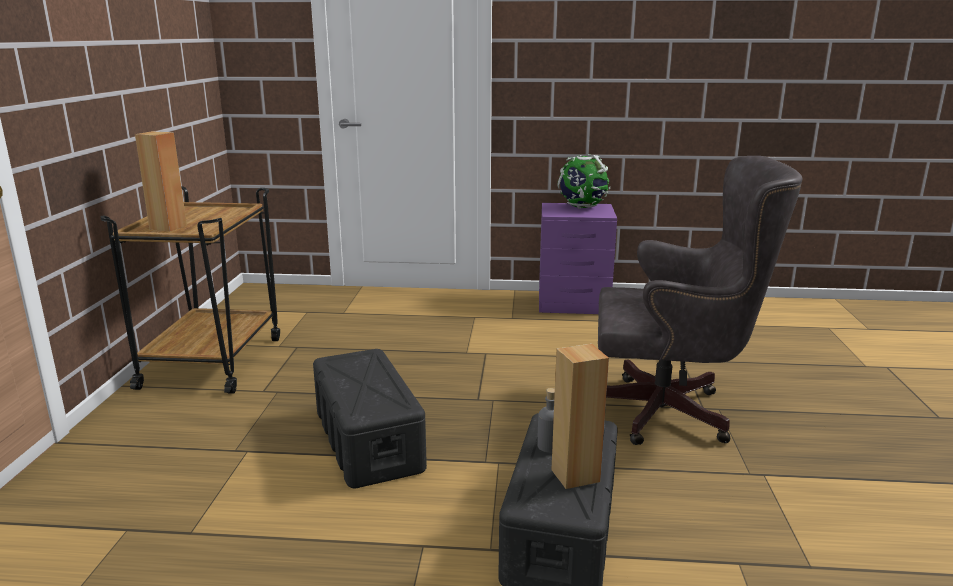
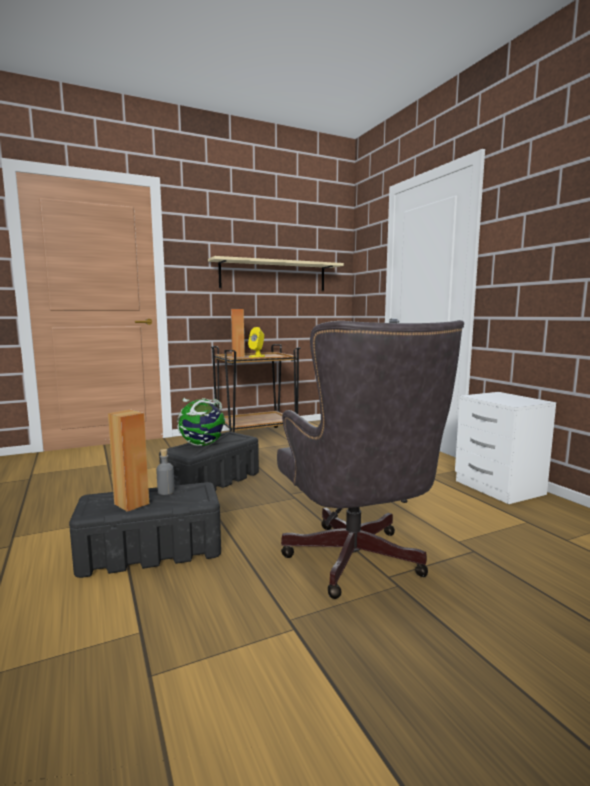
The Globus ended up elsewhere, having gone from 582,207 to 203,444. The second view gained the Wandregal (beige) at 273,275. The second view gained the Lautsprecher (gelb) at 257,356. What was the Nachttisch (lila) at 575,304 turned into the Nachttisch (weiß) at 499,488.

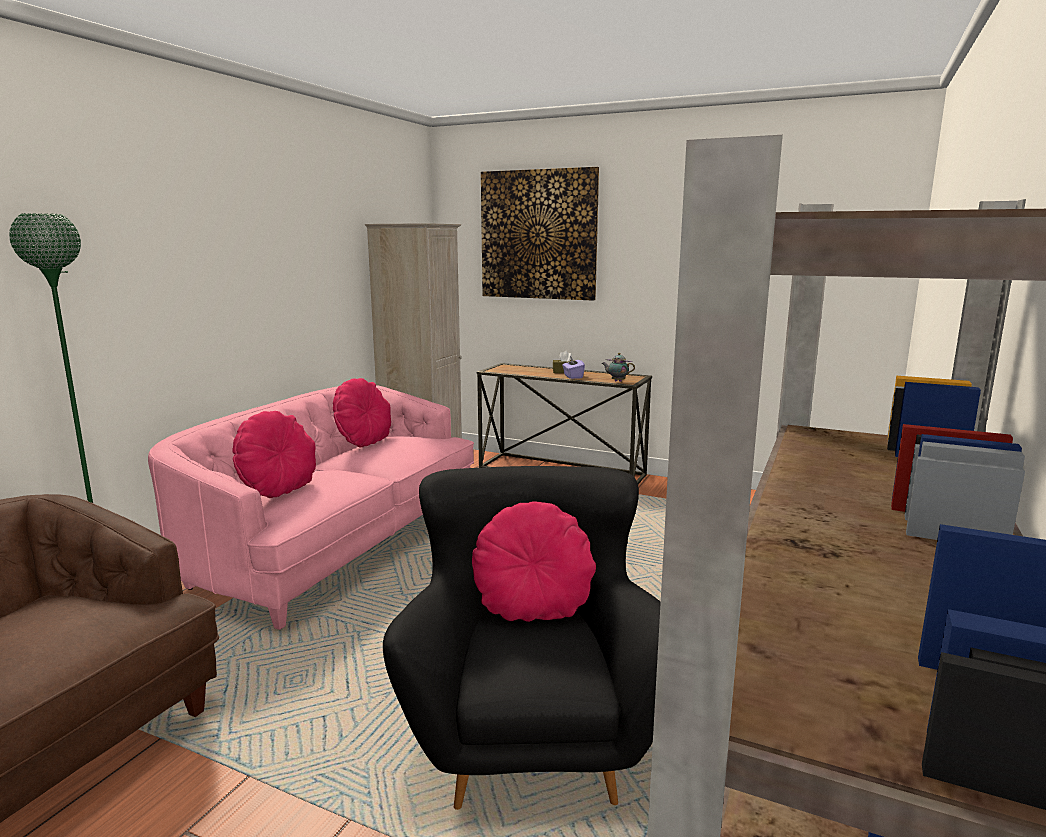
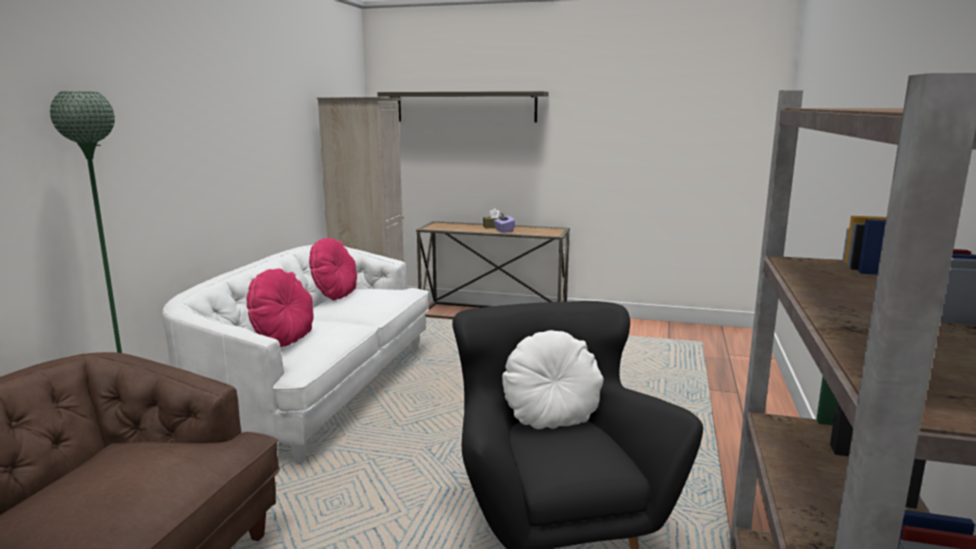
What was the Sofa (rosa) at 337,546 turned into the Sofa (weiß) at 319,390. Where the Bild hung at 538,235, the Wandregal came to hang at 465,107. What was the Kissen (rosa) at 533,611 turned into the Kissen (weiß) at 551,421. The second view lost the Teekanne at 617,381.

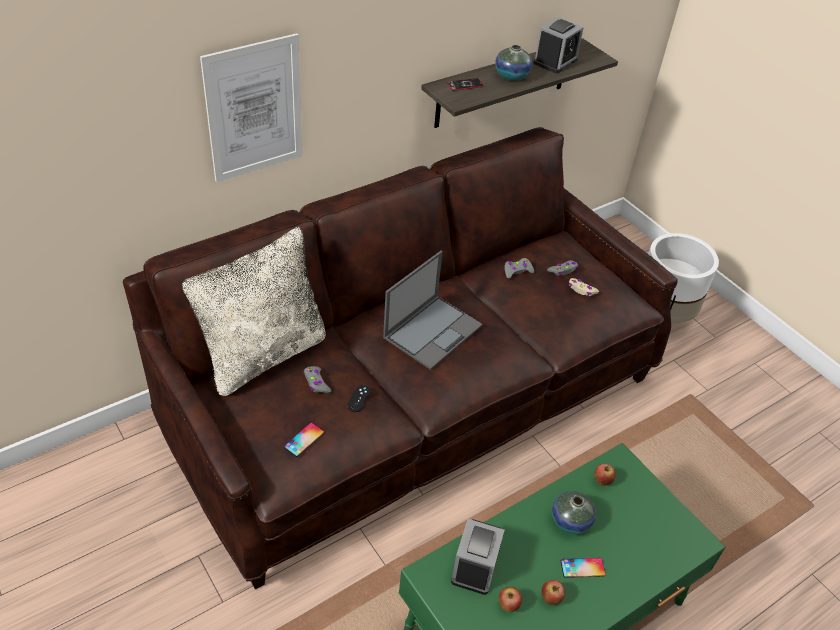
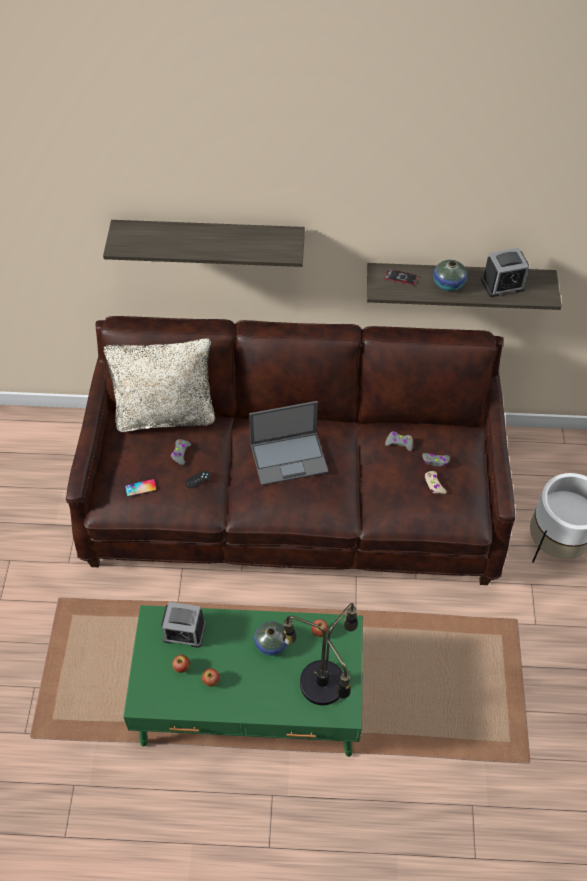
Where the Bild hung at 254,109, the Wandregal came to hang at 209,241. The Wecker at 475,566 ended up facing another way, 135 degrees counterclockwise from before. The second view gained the Tischlampe at 323,683. The second view lost the Handy at 582,568.

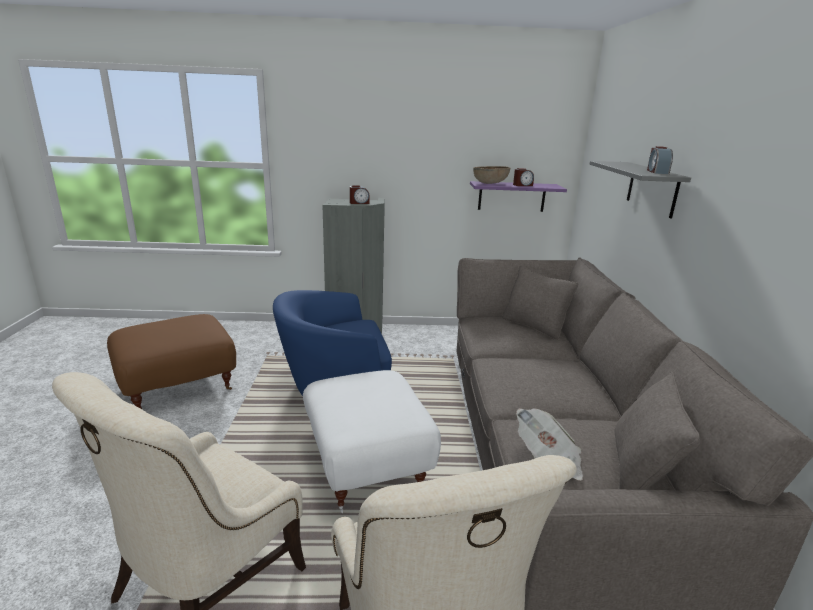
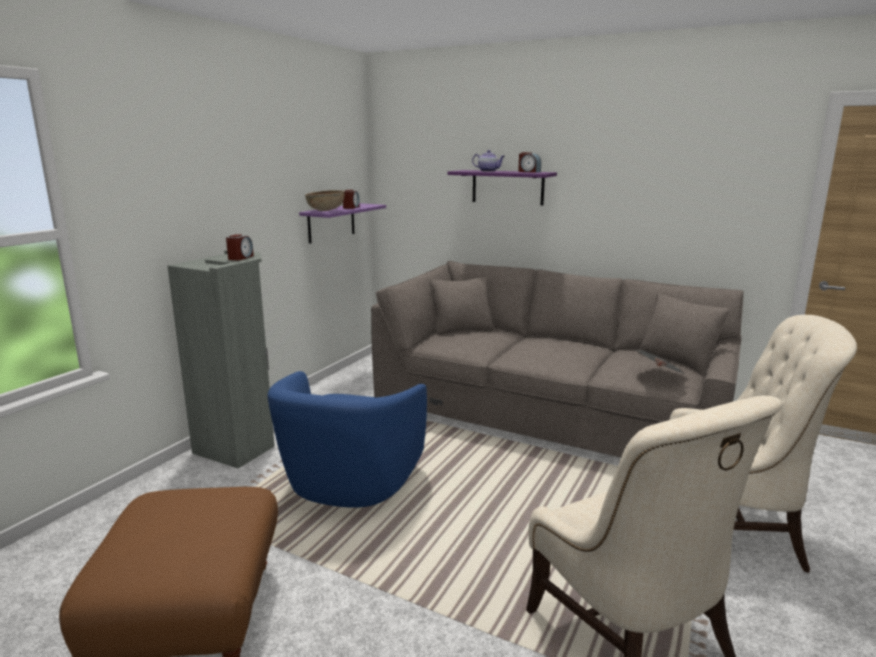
What was the Wandregal (grau) at 652,189 turned into the Wandregal (lila) at 507,187. The second view gained the Teekanne at 488,171. The second view lost the Polsterhocker (weiß) at 368,465.

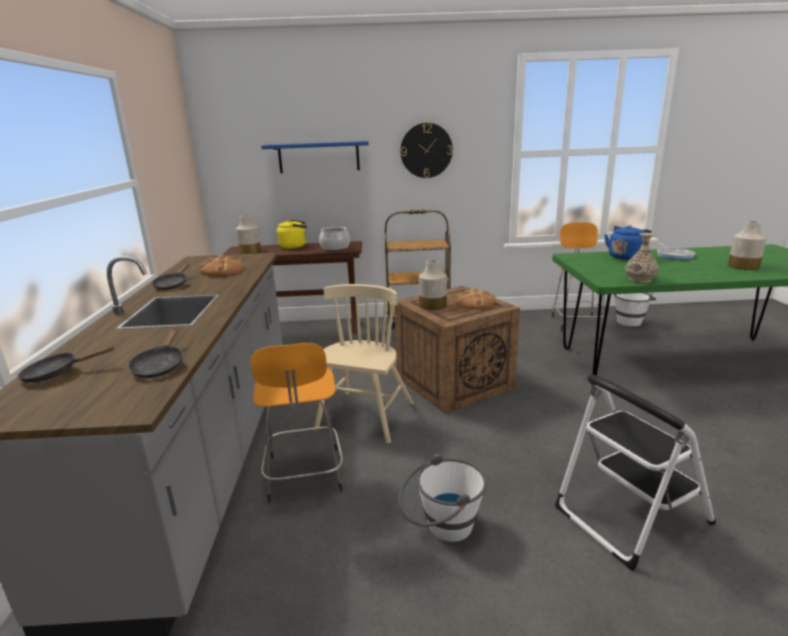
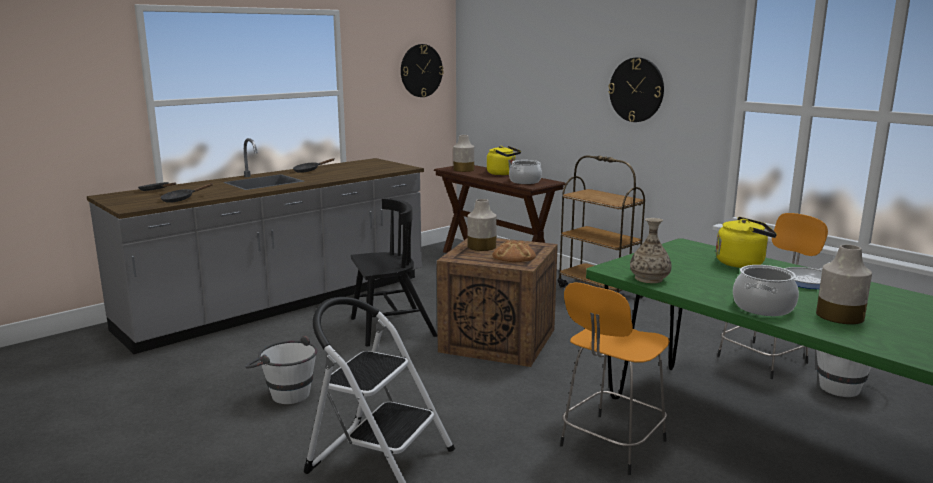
What was the Stuhl (beige) at 363,419 turned into the Stuhl (schwarz) at 387,328. The second view gained the Wanduhr at 421,70. The Hocker (orange) ended up elsewhere, having gone from 304,476 to 611,445. What was the Wasserkessel (blau) at 625,257 turned into the Wasserkessel (gelb) at 743,263. The second view gained the Kochtopf at 763,307. The second view lost the Brot at 223,271. The second view lost the Wandregal (blau) at 319,157.

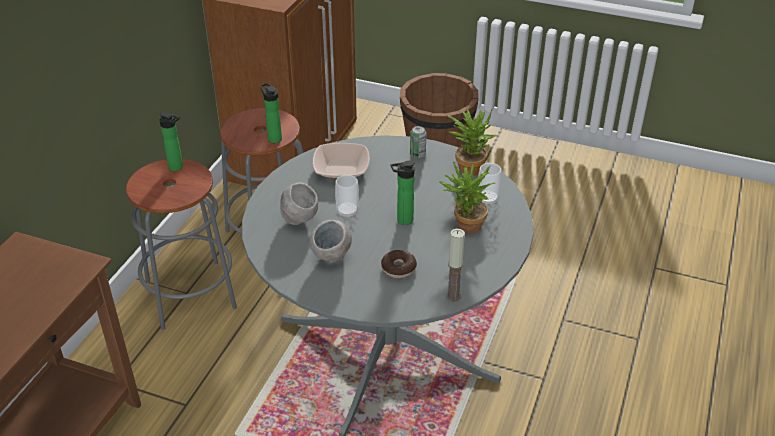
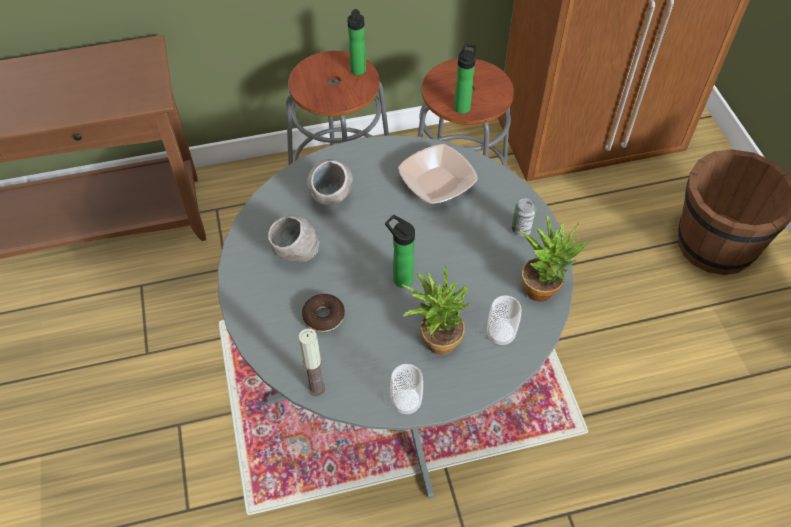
The Tasse ended up elsewhere, having gone from 347,212 to 406,402.

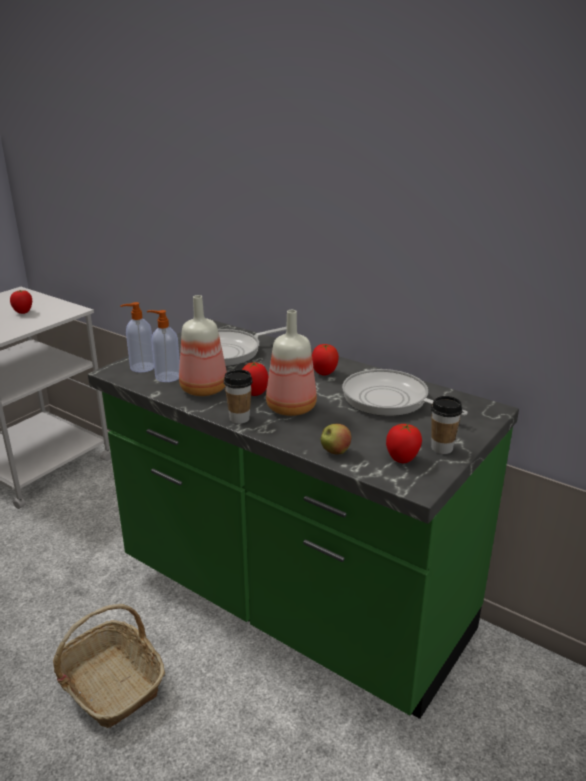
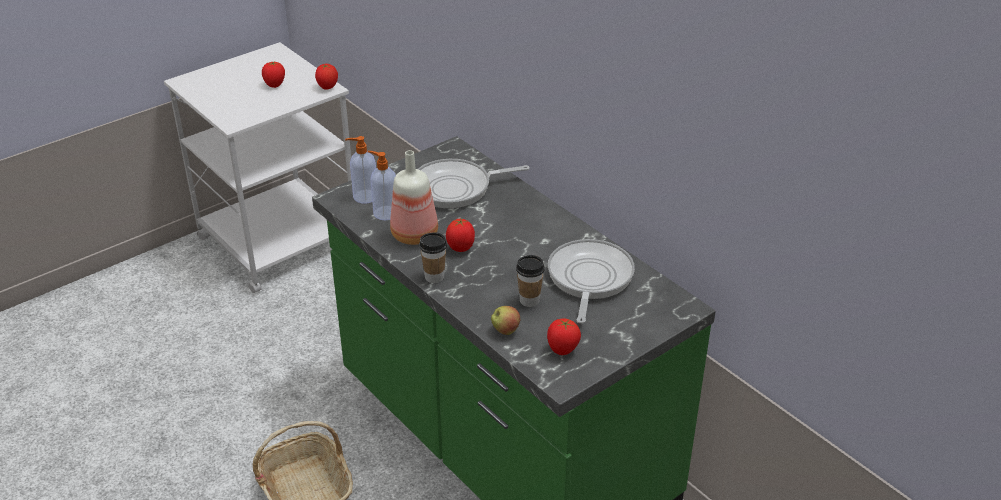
The Tomate ended up elsewhere, having gone from 324,373 to 327,88. The Tasse ended up elsewhere, having gone from 442,448 to 529,300. The Pfanne at 389,400 ended up facing another way, 45 degrees clockwise from before. The second view lost the Flasche at 290,409.

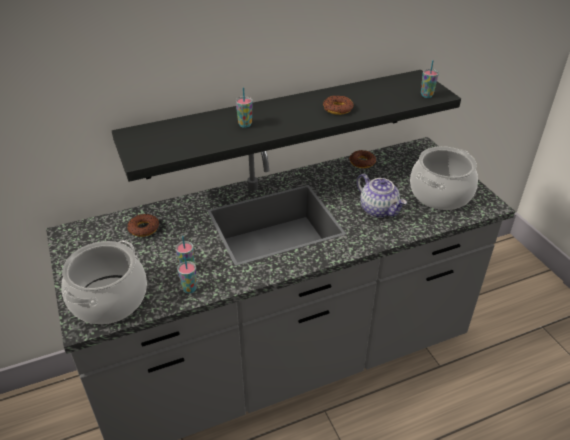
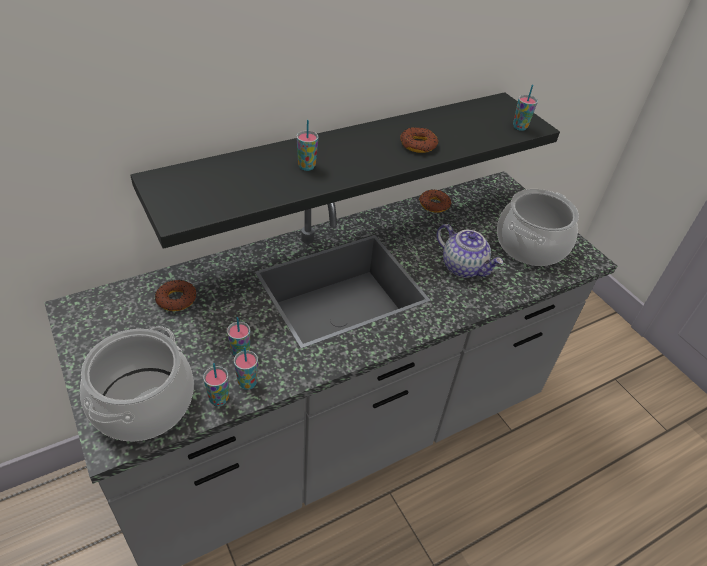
The second view gained the Tasse at 219,399.

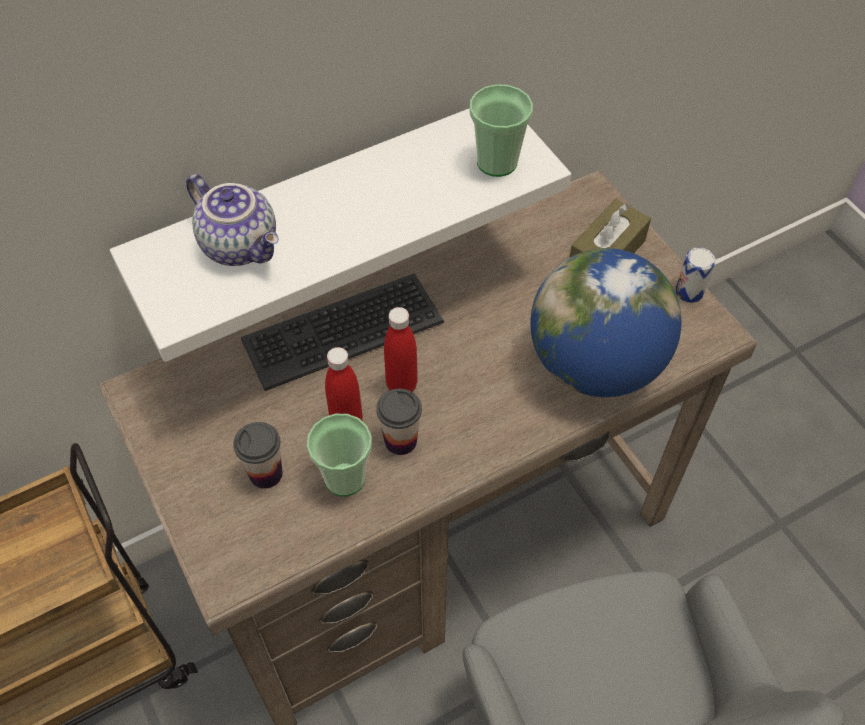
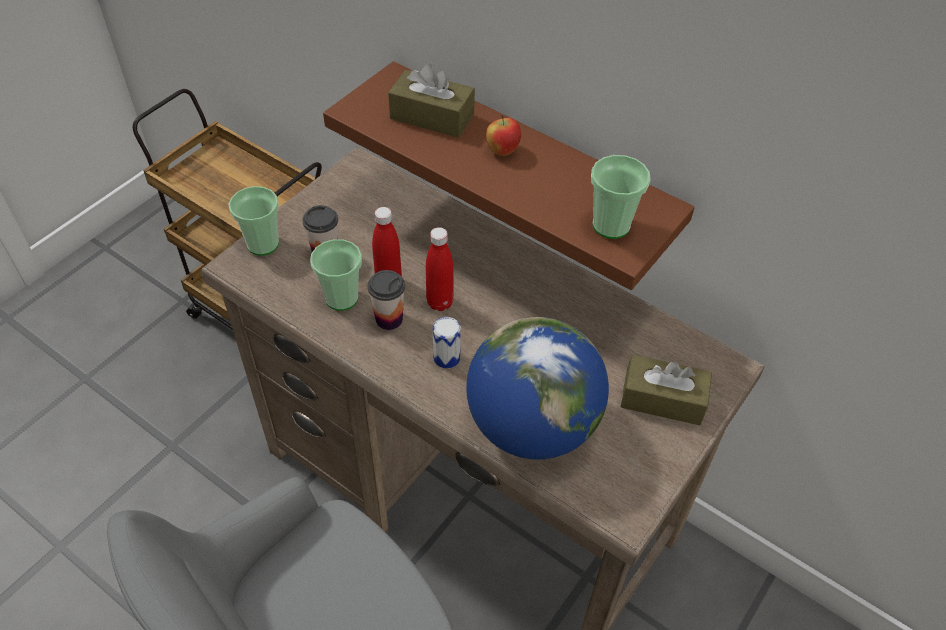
The second view gained the Tasse at 263,244. What was the Wandregal (weiß) at 322,207 turned into the Wandregal (braun) at 529,165. Where the Teekanne stood at 242,245, the Taschentuchbox (braun) came to stand at 432,117. The Dose ended up elsewhere, having gone from 689,292 to 446,358. The second view gained the Apfel at 502,151. The second view lost the Tastatur at 342,330.

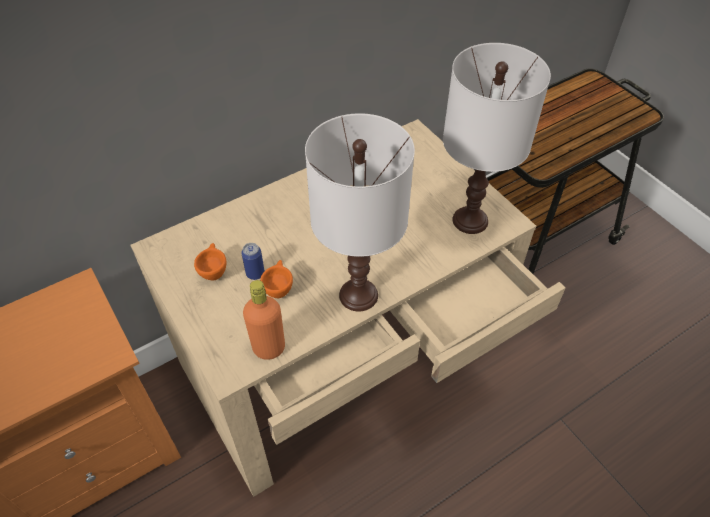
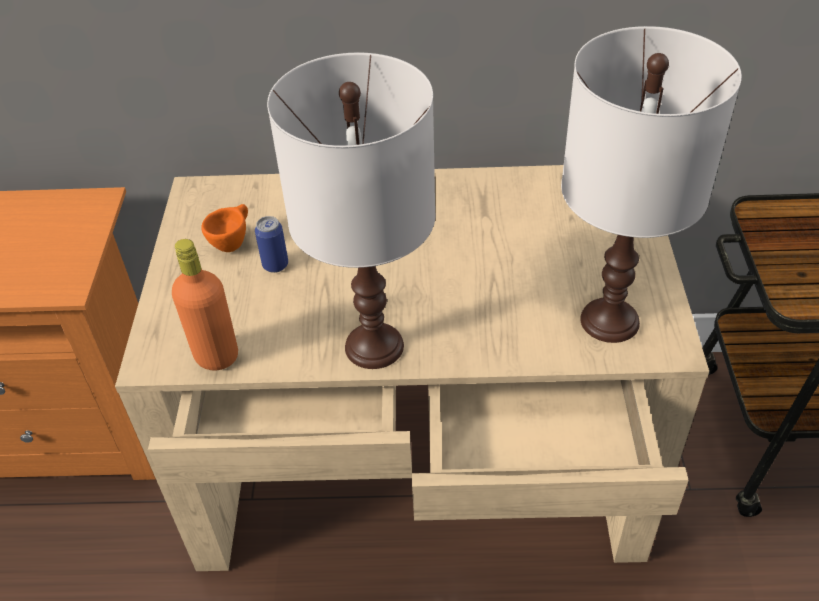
The second view lost the Tasse (orange) at 278,289.

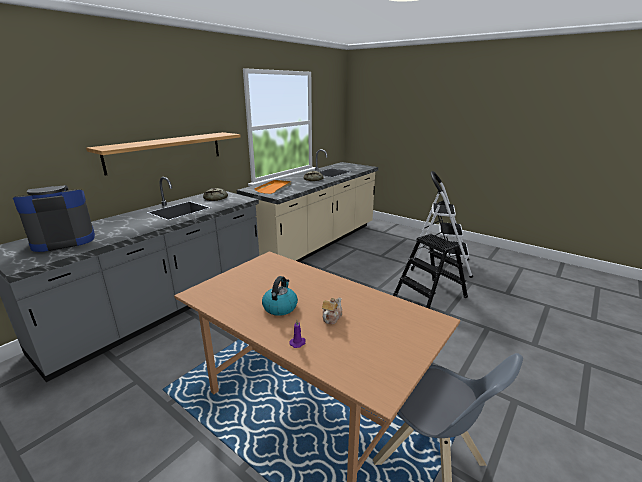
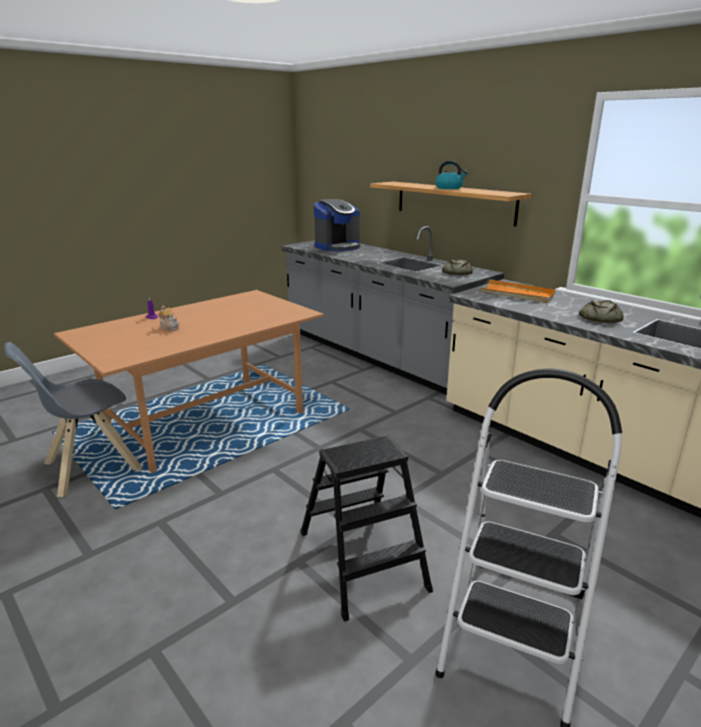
The Kaffeemaschine at 63,240 ended up facing another way, 75 degrees clockwise from before. The Wasserkessel ended up elsewhere, having gone from 280,307 to 449,188.

